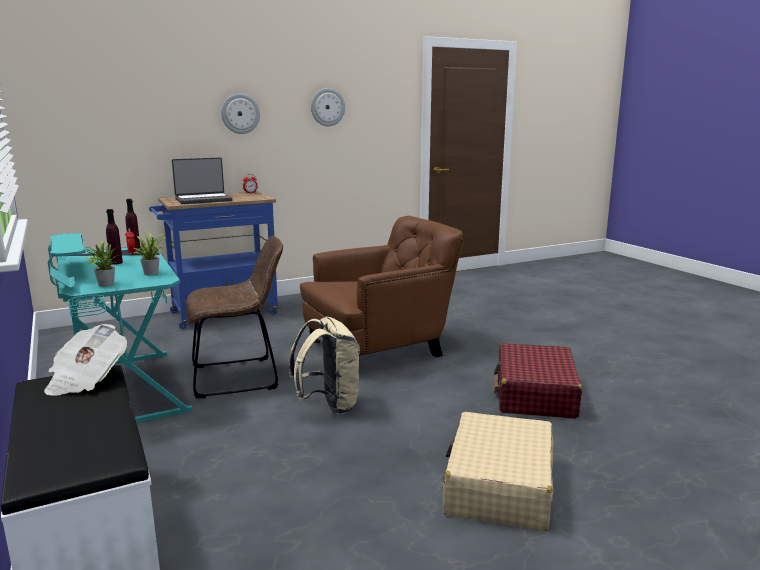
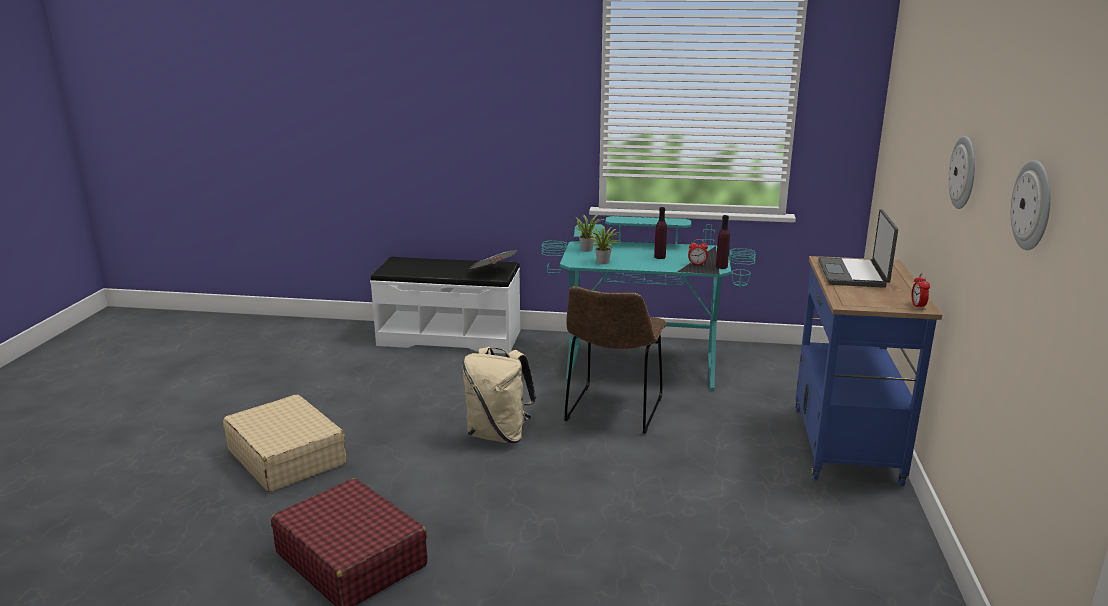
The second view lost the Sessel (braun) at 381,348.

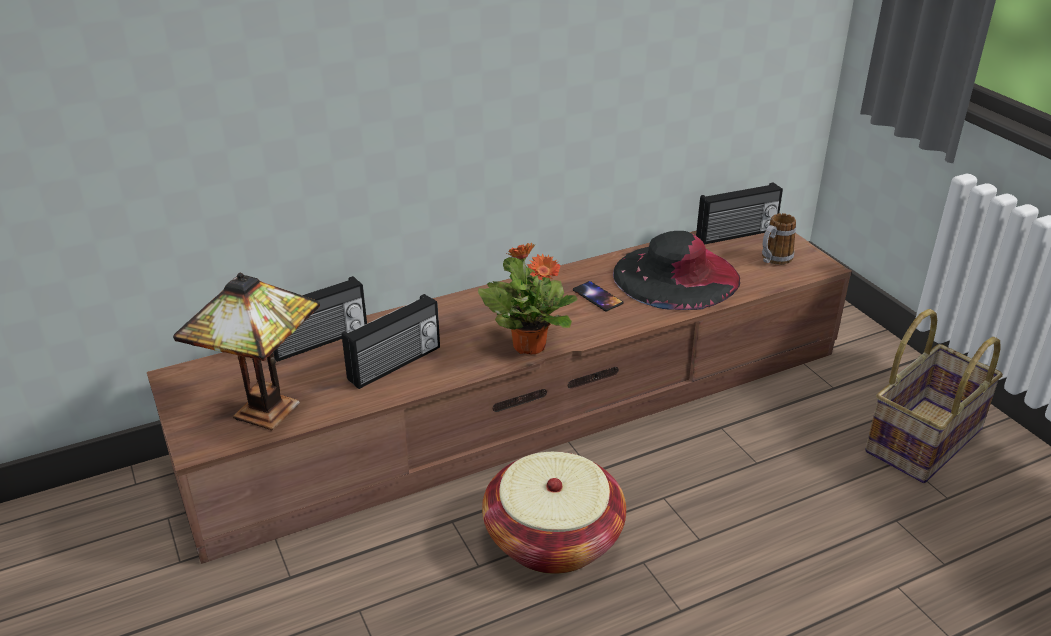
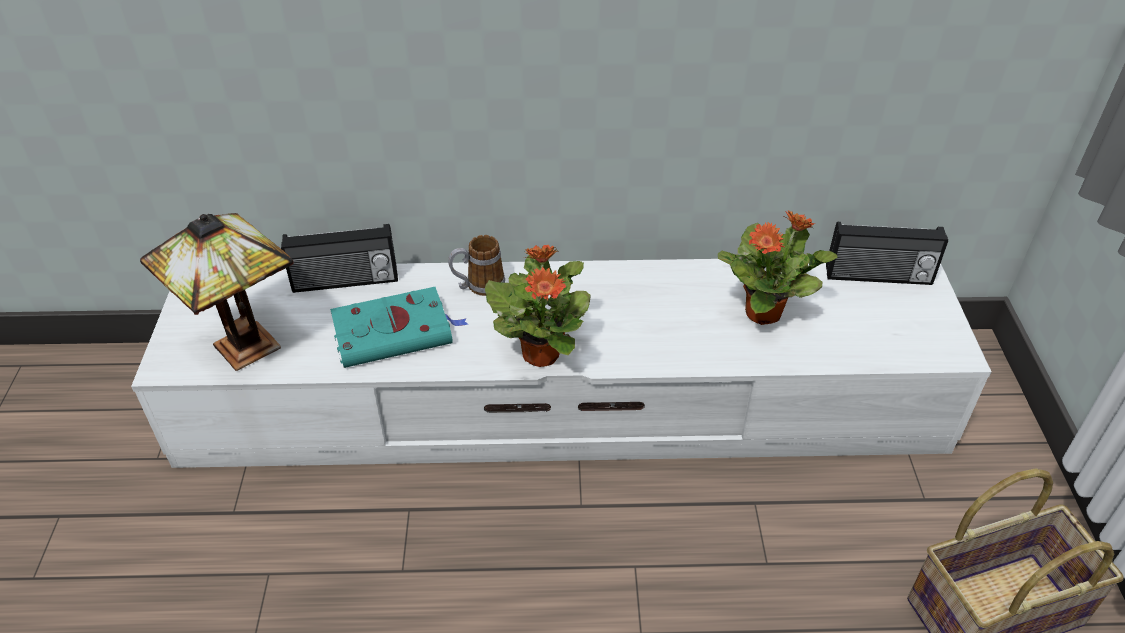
What was the Fernsehschrank (braun) at 524,404 turned into the Fernsehschrank (weiß) at 562,398. Where the Radio stood at 396,364, the Buch (türkis) came to stand at 396,332. The Henkelbecher ended up elsewhere, having gone from 773,260 to 478,286. Where the Hut (schwarz) stood at 675,276, the Topfpflanze came to stand at 764,312. The second view lost the Korb at 553,539. The second view lost the Handy at 597,296.

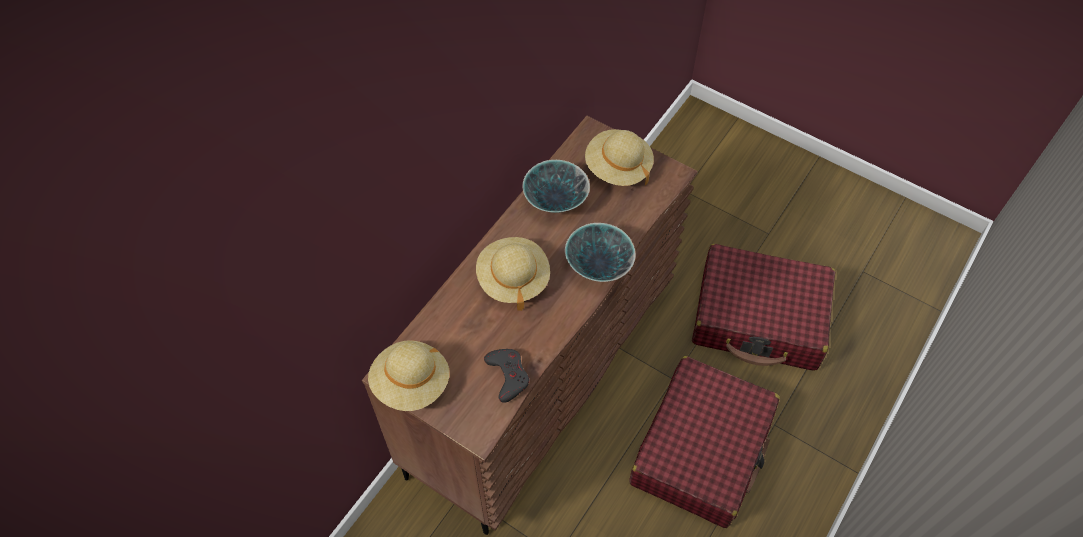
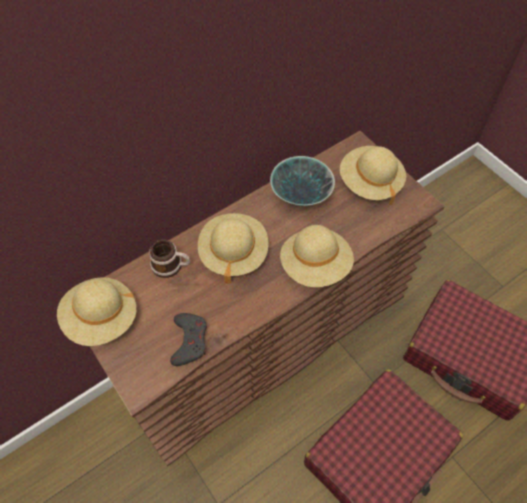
The second view gained the Henkelbecher at 171,266. Where the Schüssel stood at 598,267, the Hut (beige) came to stand at 315,266.

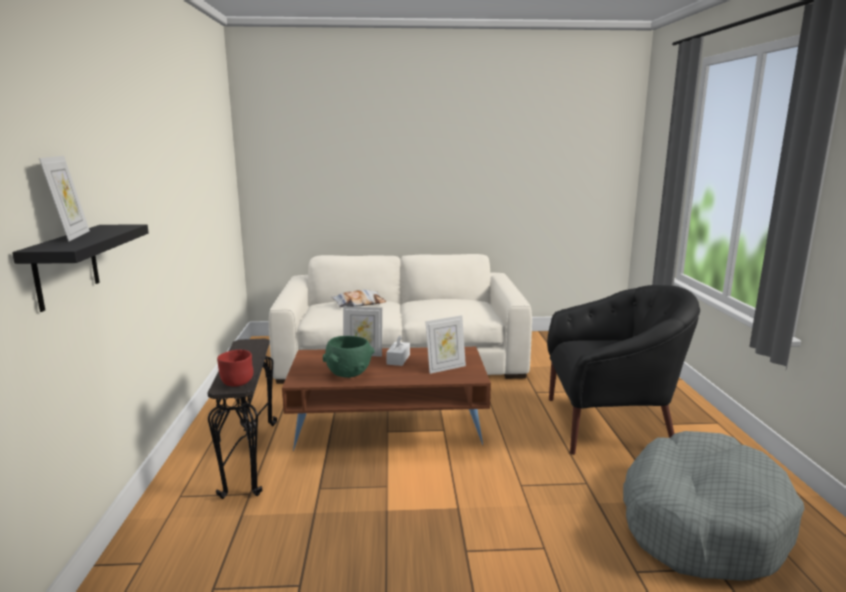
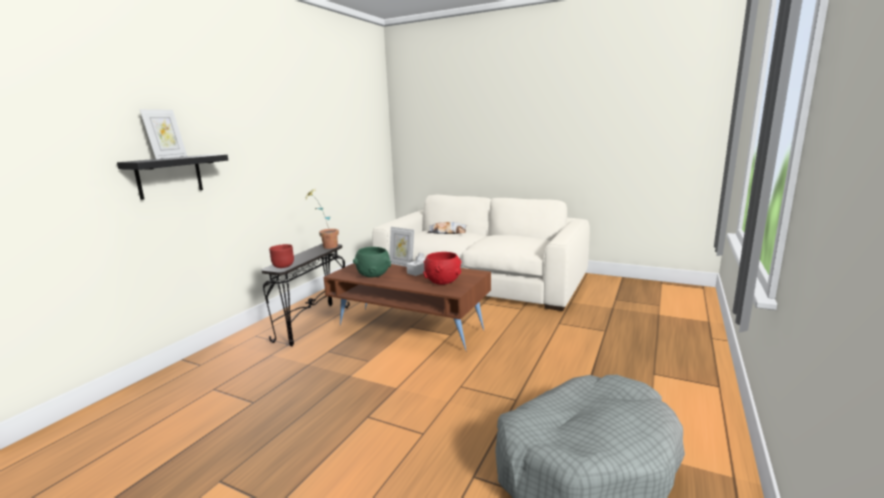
The second view gained the Topfpflanze at 325,247. Where the Bilderrahmen stood at 445,368, the Schüssel (rot) came to stand at 443,282. The second view lost the Sessel (schwarz) at 609,425.

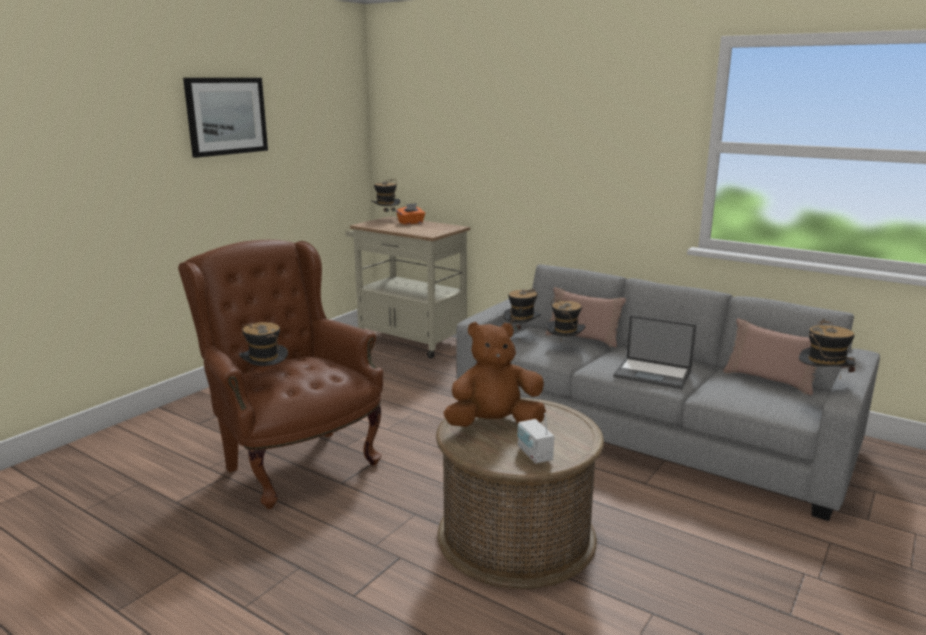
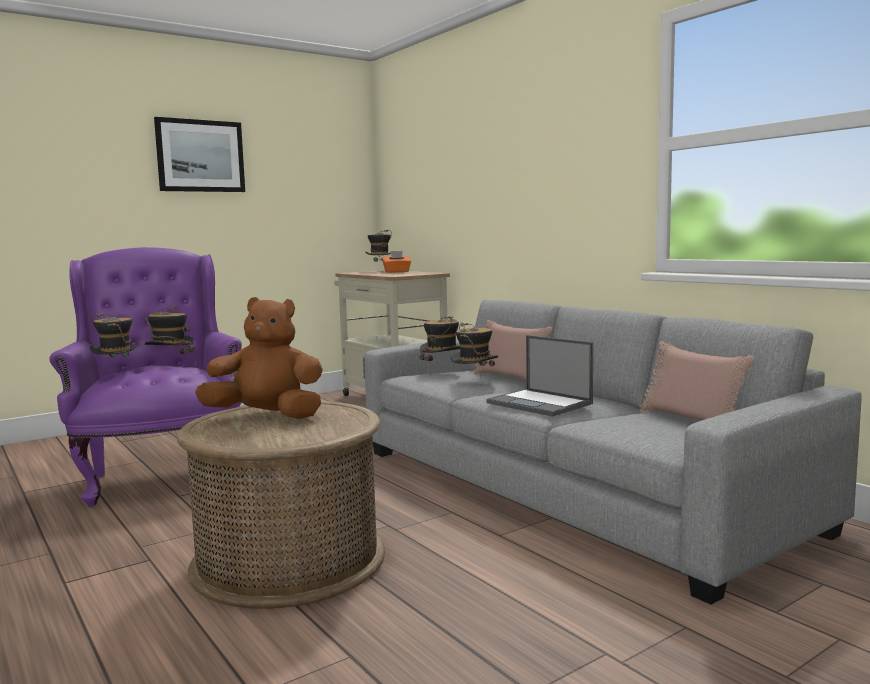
What was the Sessel (braun) at 293,460 turned into the Sessel (lila) at 161,475. The Hut ended up elsewhere, having gone from 822,384 to 171,366. The second view lost the Radio at 534,454.

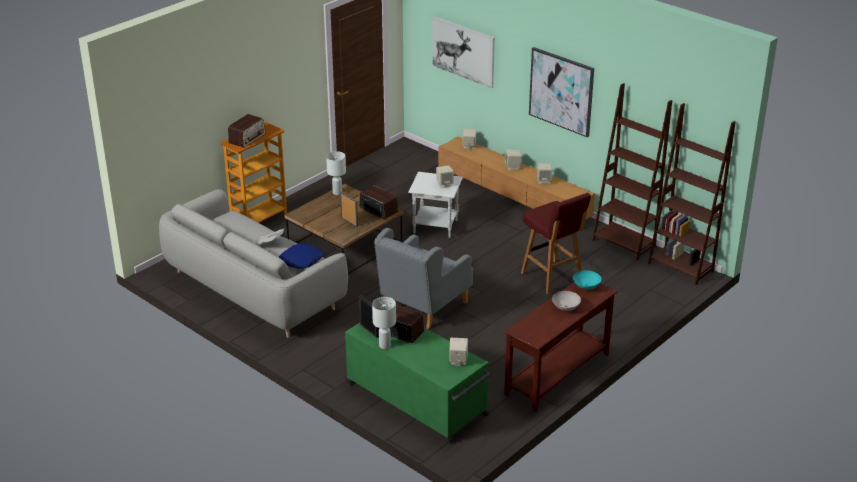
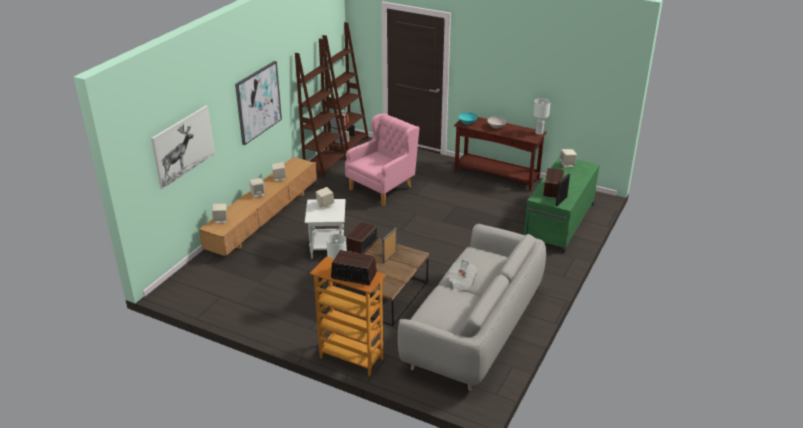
Where the Hocker (rot) stood at 552,278, the Sessel (rosa) came to stand at 383,188. The Tischlampe (weiß) ended up elsewhere, having gone from 385,345 to 539,133. The second view lost the Kissen (blau) at 301,260. The second view lost the Sessel (grau) at 422,307.

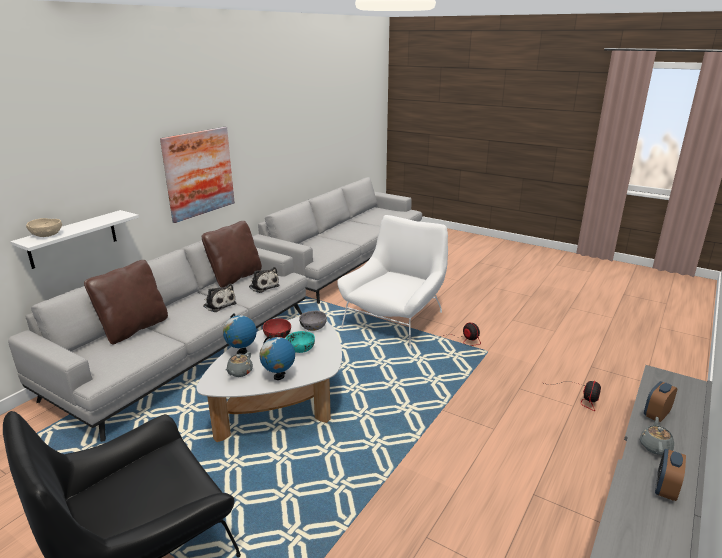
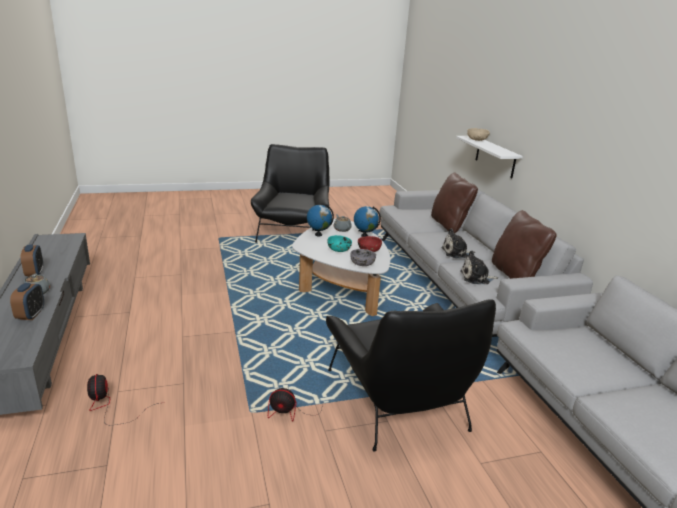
What was the Sessel (weiß) at 394,320 turned into the Sessel (schwarz) at 397,398. The second view lost the Bild at 199,173.

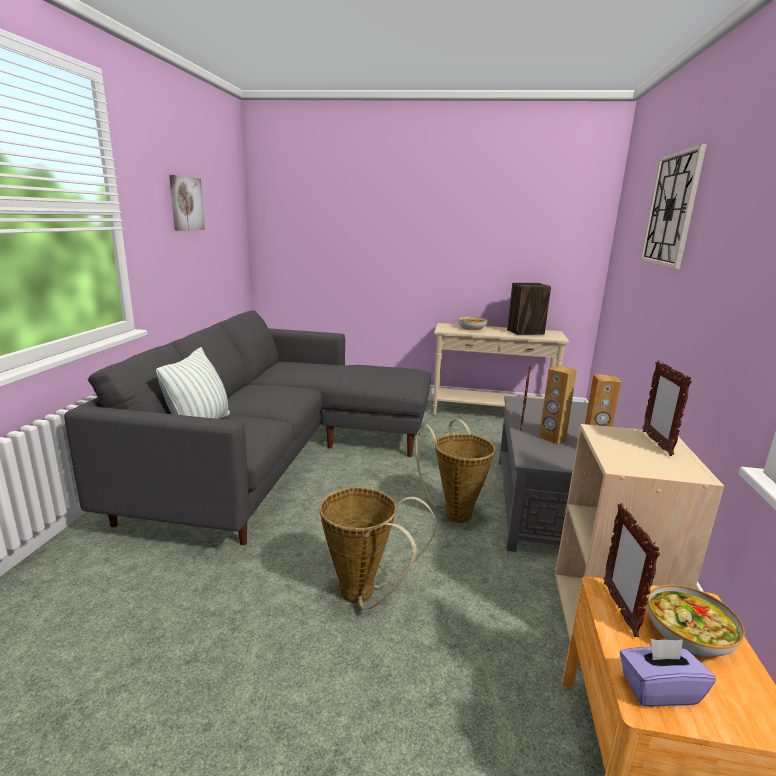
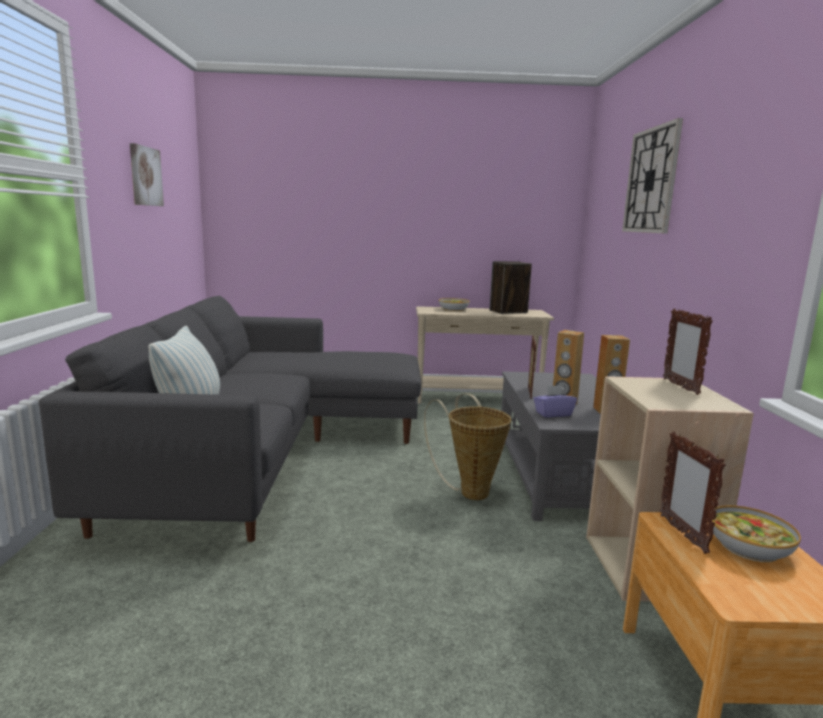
The Taschentuchbox (lila) ended up elsewhere, having gone from 658,689 to 553,414. The second view lost the Korb at 364,596.

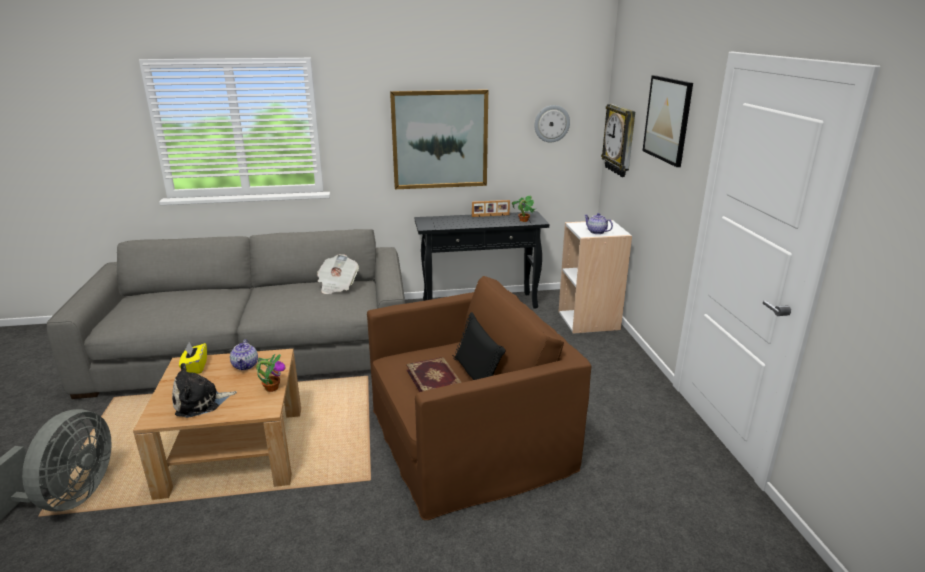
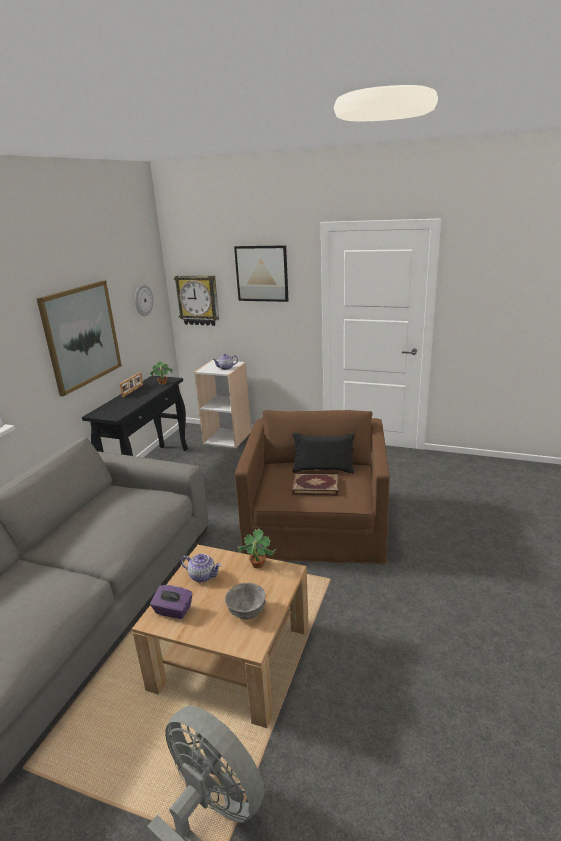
What was the Taschentuchbox (gelb) at 195,367 turned into the Taschentuchbox (lila) at 173,611. Where the Plüschtier stood at 201,402, the Schüssel (grau) came to stand at 247,611. The second view lost the Zeitung at 337,285.

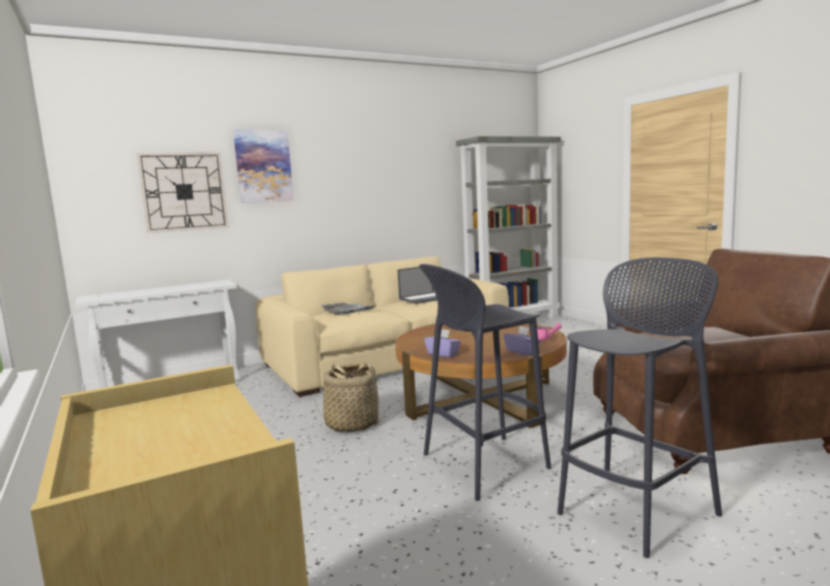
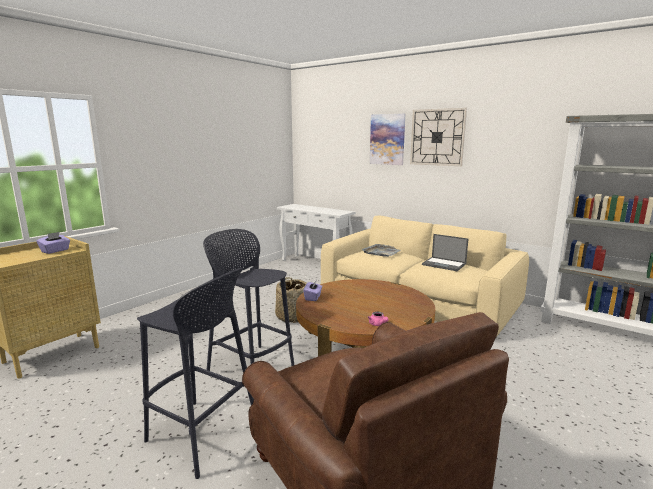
The Taschentuchbox (lila) ended up elsewhere, having gone from 522,351 to 55,251. The Wanduhr ended up elsewhere, having gone from 184,192 to 437,137.

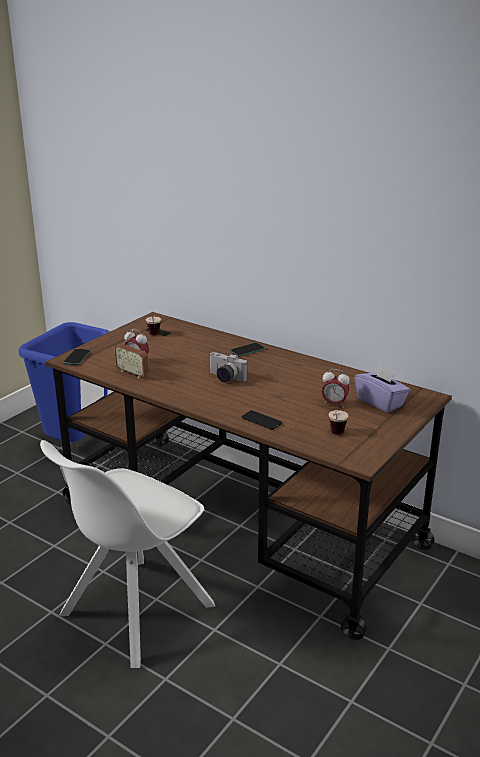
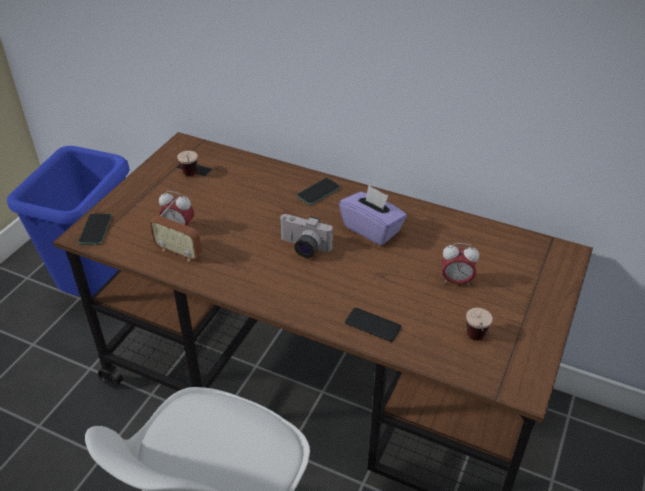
The Taschentuchbox (lila) ended up elsewhere, having gone from 380,402 to 372,229.

